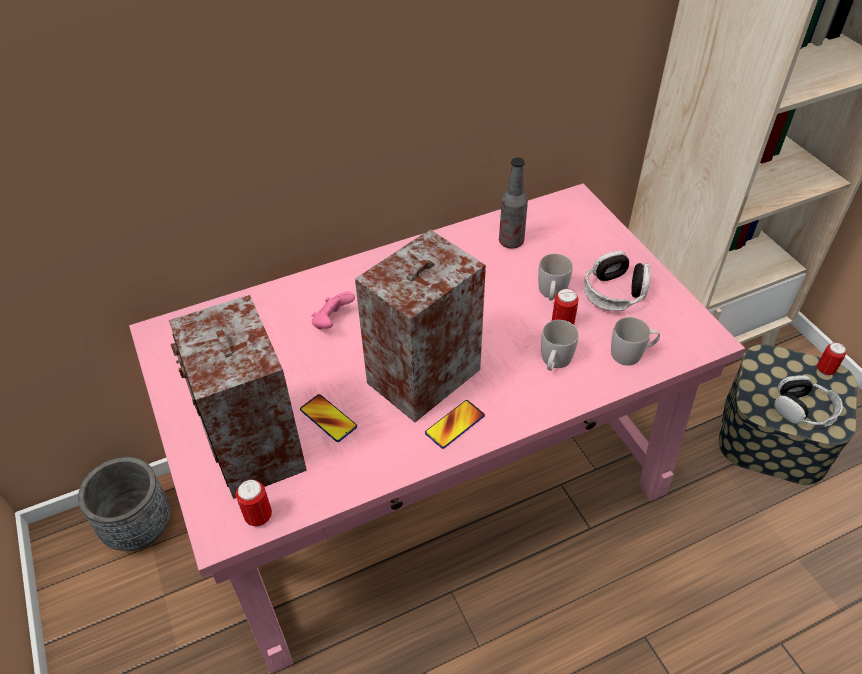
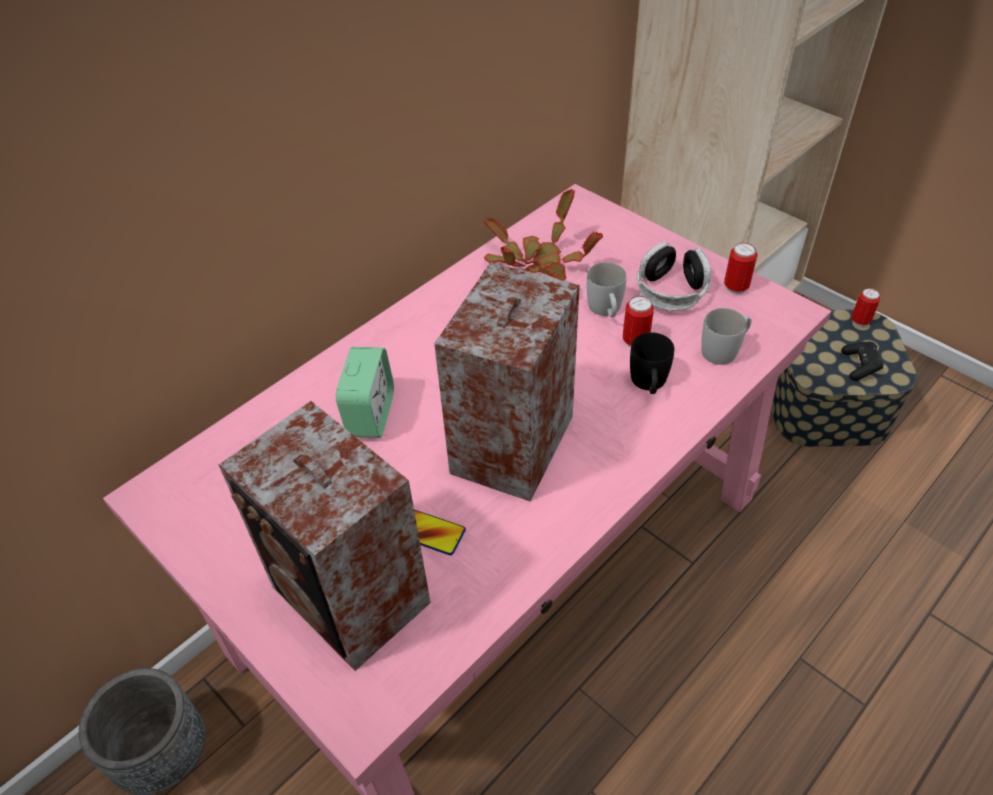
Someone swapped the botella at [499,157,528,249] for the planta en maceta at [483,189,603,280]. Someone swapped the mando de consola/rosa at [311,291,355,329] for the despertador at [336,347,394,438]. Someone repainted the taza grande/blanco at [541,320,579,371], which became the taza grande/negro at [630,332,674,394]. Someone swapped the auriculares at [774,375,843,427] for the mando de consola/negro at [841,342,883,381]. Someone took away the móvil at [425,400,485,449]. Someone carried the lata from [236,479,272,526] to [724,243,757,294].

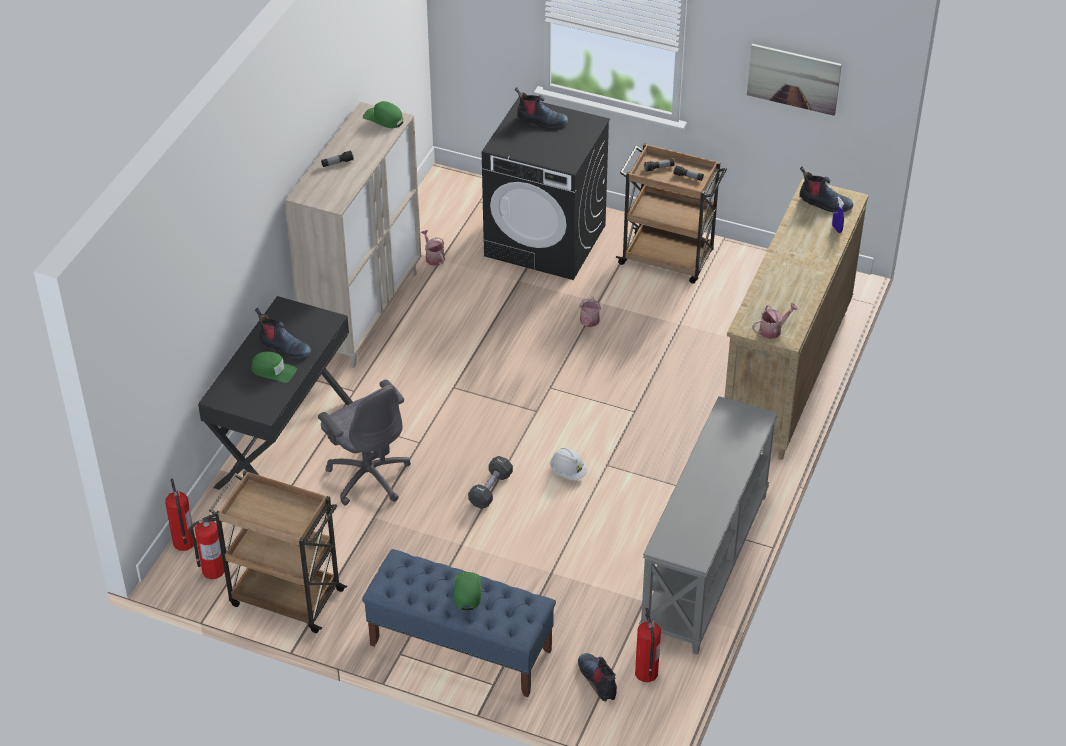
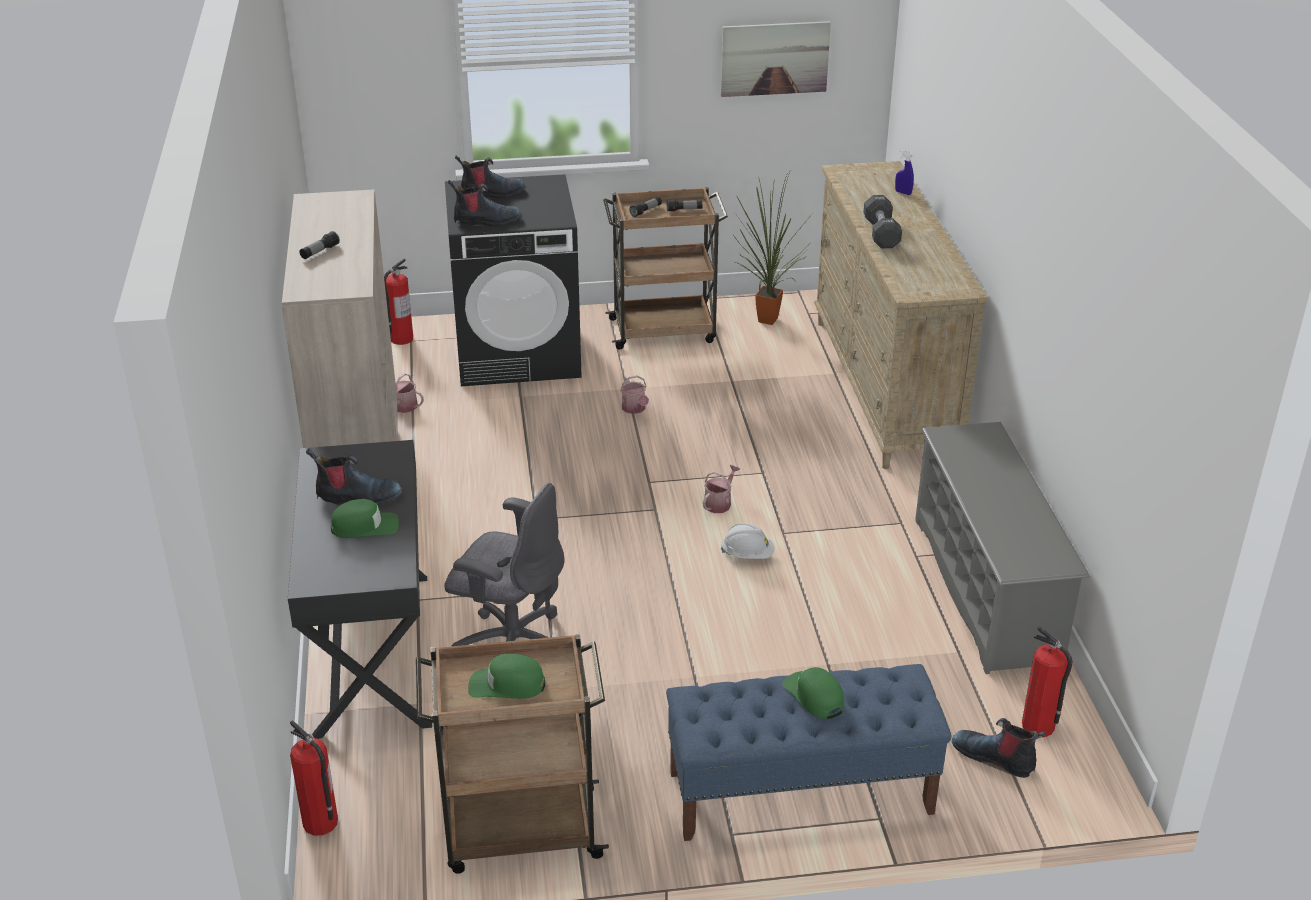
Someone carried the gorra/verde from [363,101,403,128] to [468,654,545,699]. Someone carried the bota from [799,166,853,212] to [448,180,521,227]. Someone carried the regadera from [752,303,799,339] to [703,464,740,513]. Someone swapped the mesa consola/gris at [639,396,778,655] for the zapatero/gris at [915,422,1090,674]. Someone carried the mancuerna/negro from [468,456,513,509] to [863,195,902,248]. Someone carried the extintor from [189,514,224,579] to [384,259,413,345]. Someone put down the planta en maceta at [734,169,812,325].

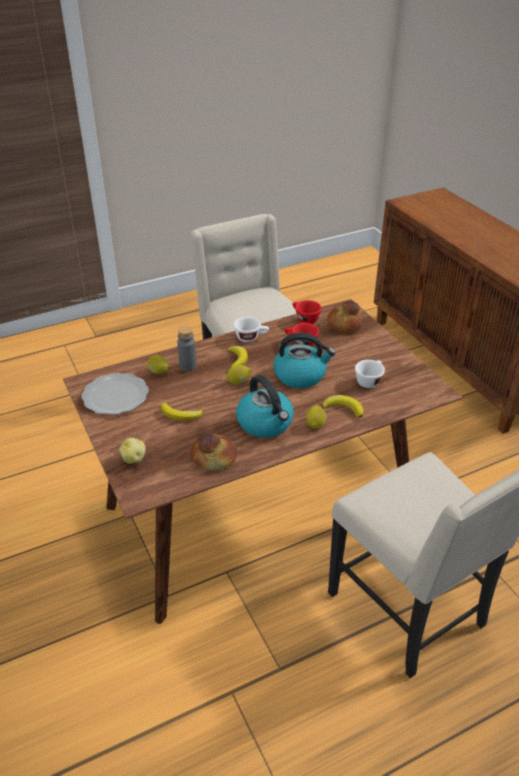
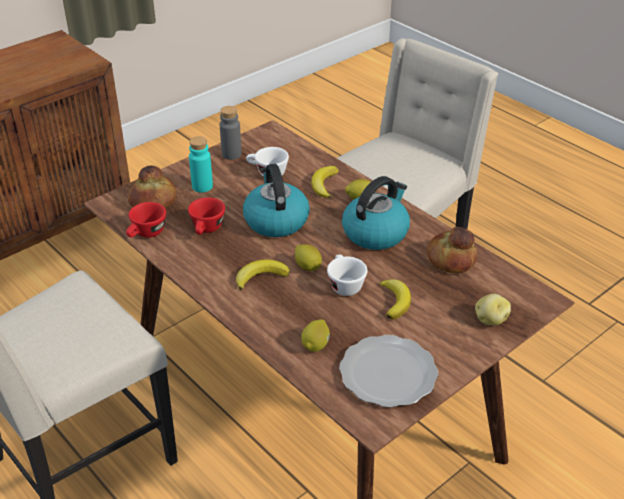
Someone carried the taza/blanco from [234,317,269,342] to [327,255,368,296]. Someone carried the botella/gris from [177,326,197,372] to [220,106,242,160]. Someone put down the botella/turquesa at [189,136,213,192].

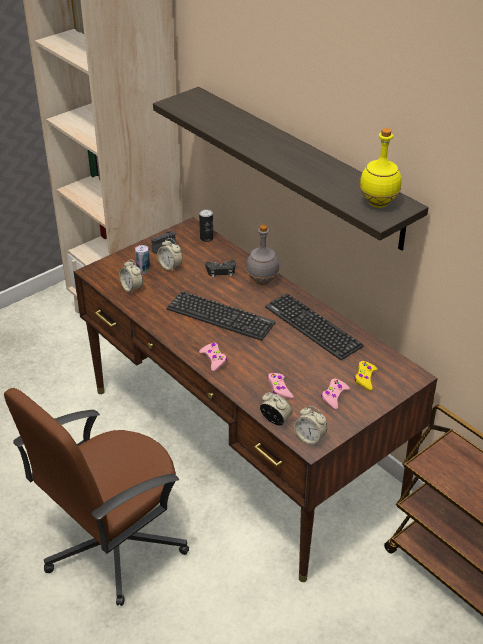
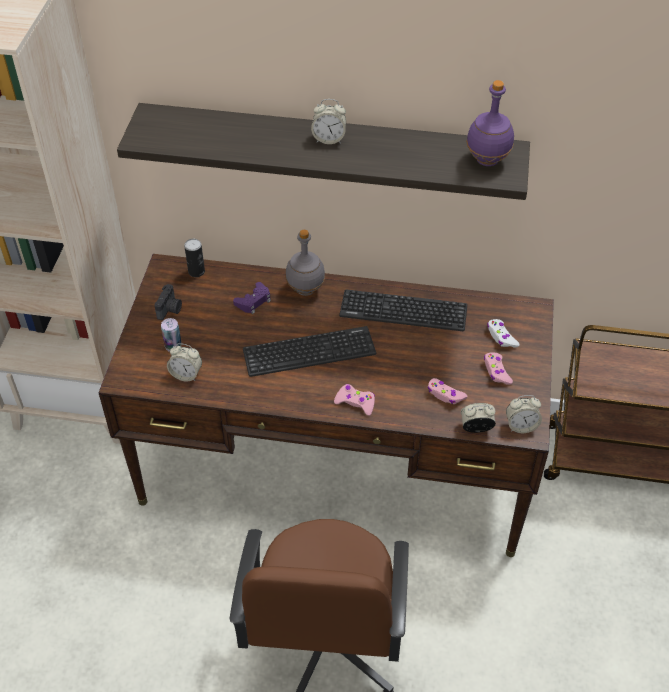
Someone repainted the botella/amarillo at [360,128,401,208], which became the botella/morado at [466,80,514,166]. Someone carried the despertador from [157,238,183,272] to [311,99,346,144]. Someone repainted the mando de consola/negro at [205,260,236,278], which became the mando de consola/morado at [233,282,271,314]. Someone repainted the mando de consola/amarillo at [354,361,377,391], which became the mando de consola/blanco at [487,319,520,348].

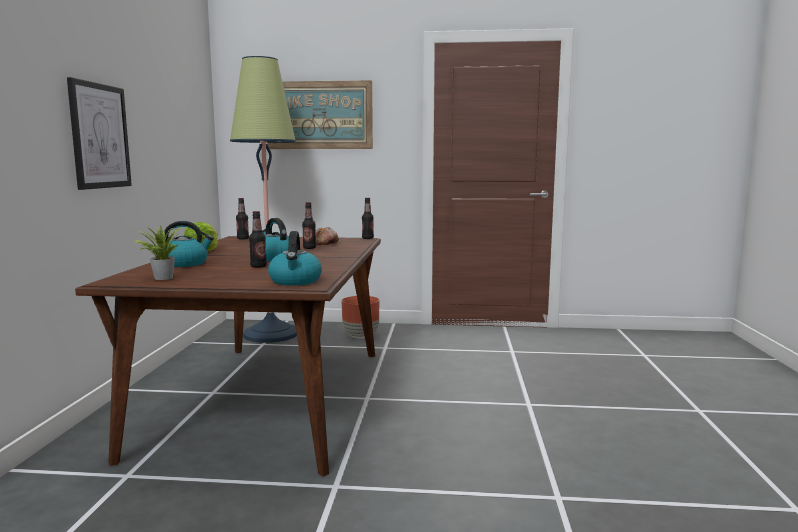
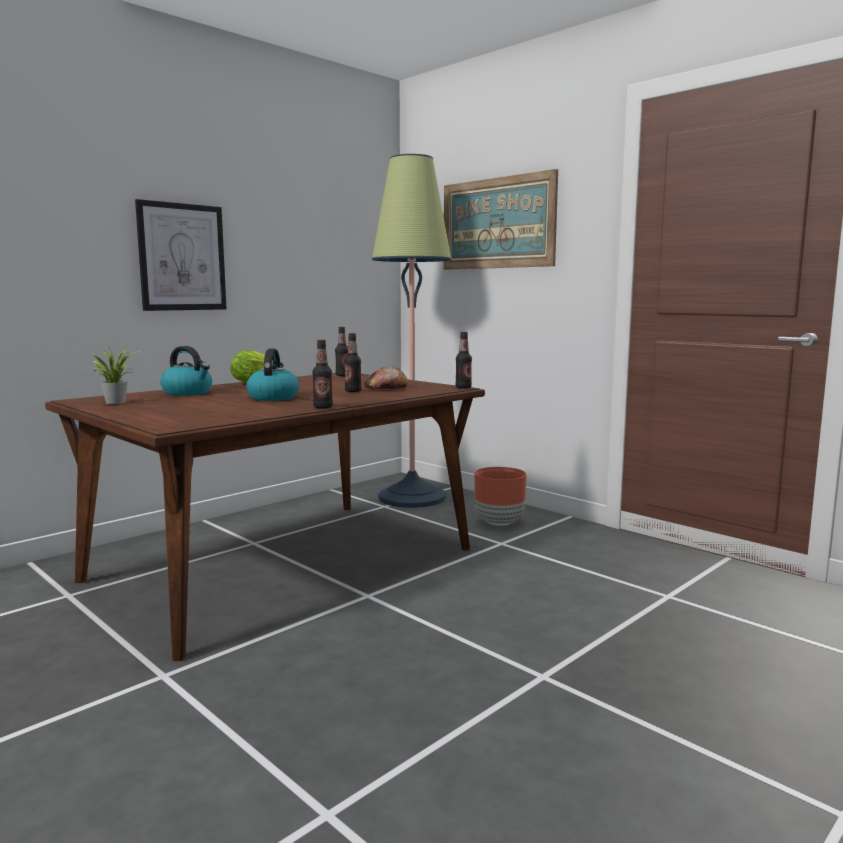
Someone carried the botella from [249,211,267,268] to [312,340,333,409]. Someone took away the hervidor at [268,231,322,286].

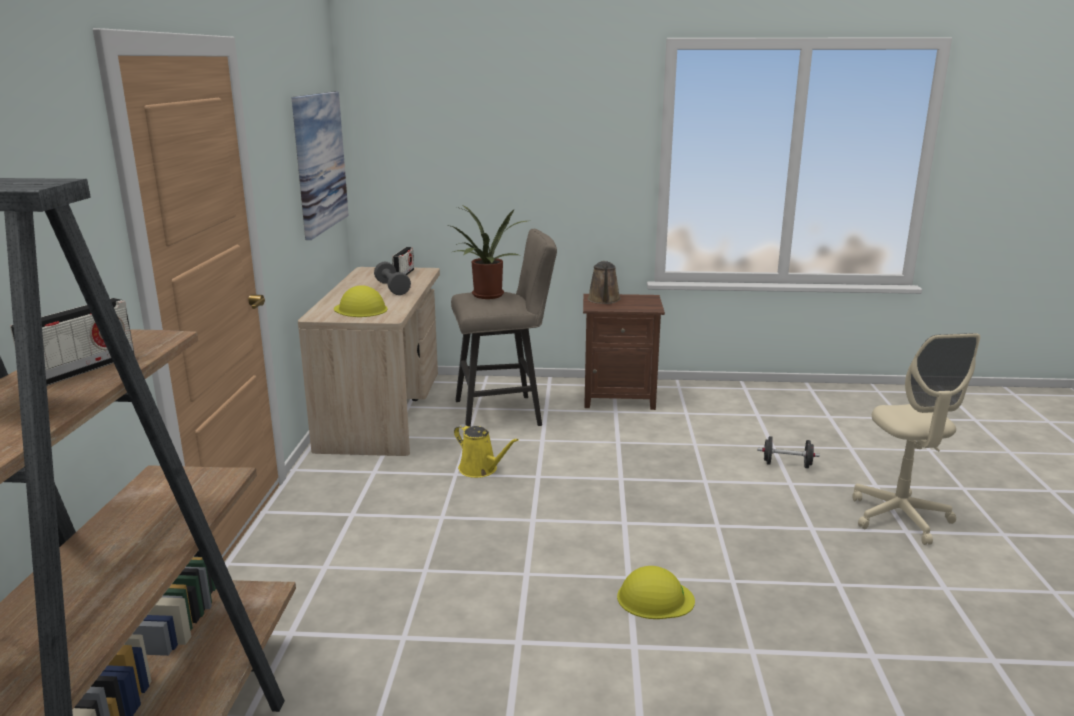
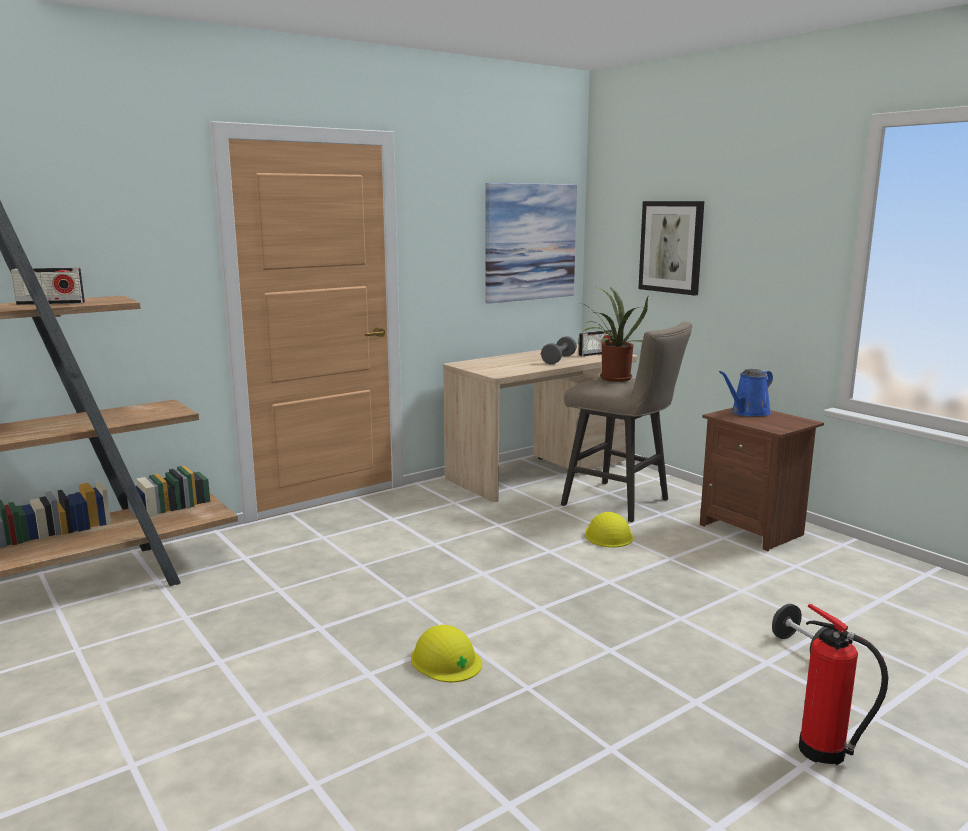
Someone repainted the regadera/marrón at [588,261,621,304], which became the regadera/azul at [719,369,773,417]. Someone carried the casco/amarillo from [334,285,387,317] to [585,512,633,547]. Someone swapped the silla de oficina/beis at [852,333,980,545] for the extintor at [799,604,888,765]. Someone took away the regadera/amarillo at [454,424,519,478]. Someone put up the cuadro at [638,201,704,296].

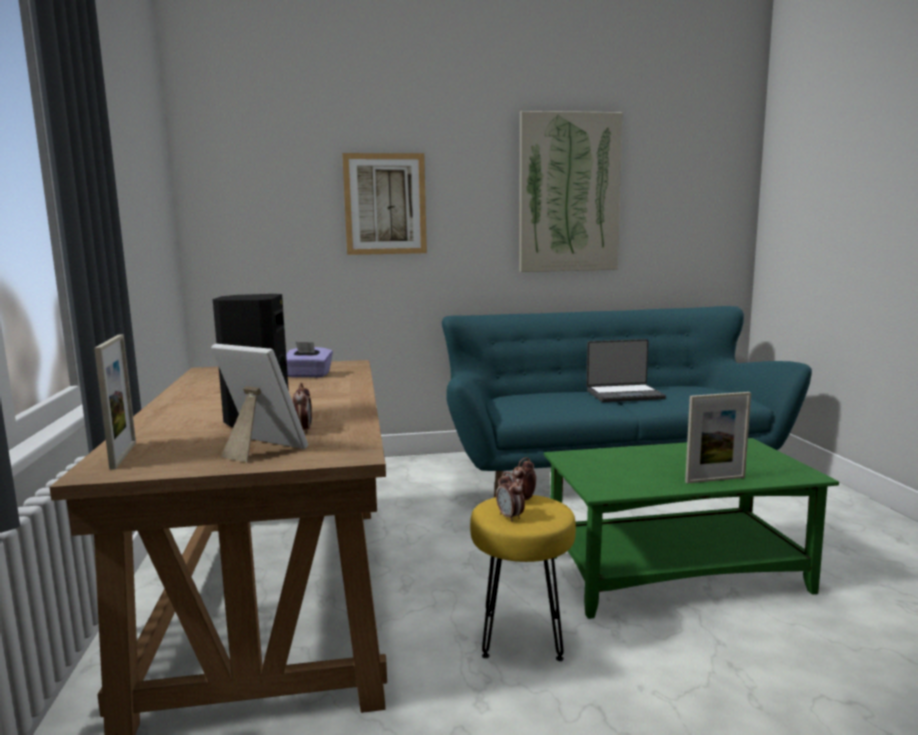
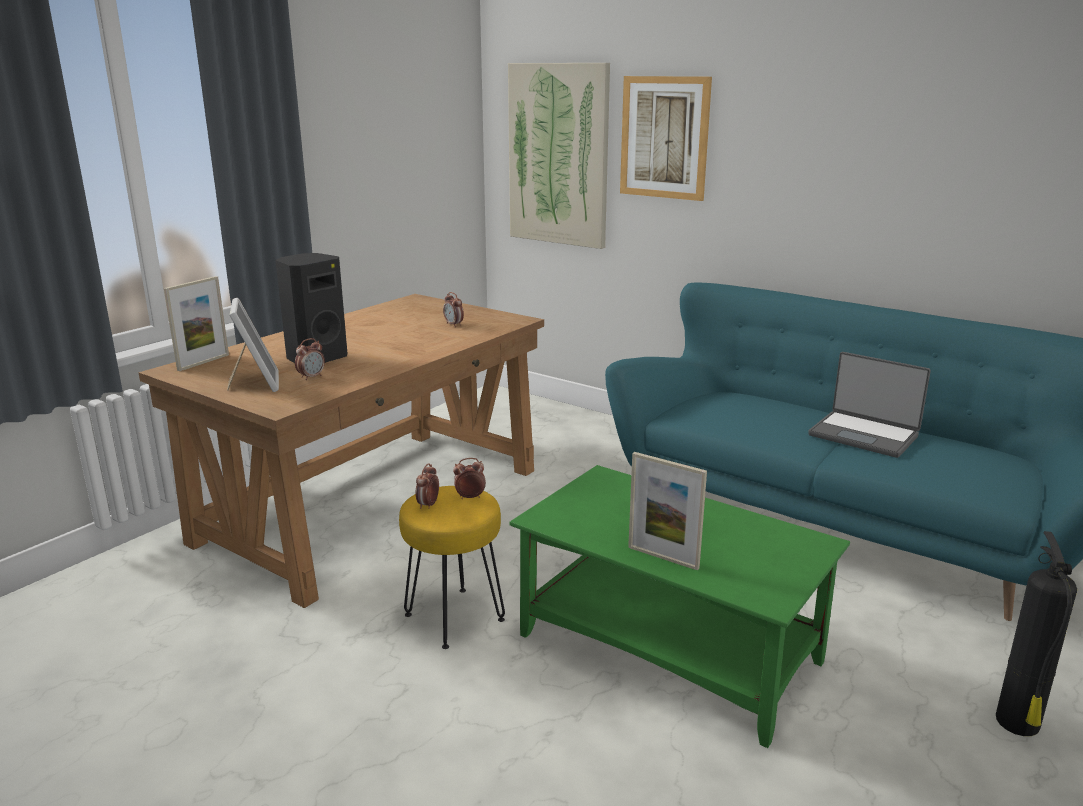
Someone carried the cuadro from [519,111,623,272] to [508,63,610,249]. Someone swapped the caja de pañuelos/morado at [286,342,333,378] for the despertador at [443,292,464,327]. Someone put down the extintor at [996,531,1077,736].

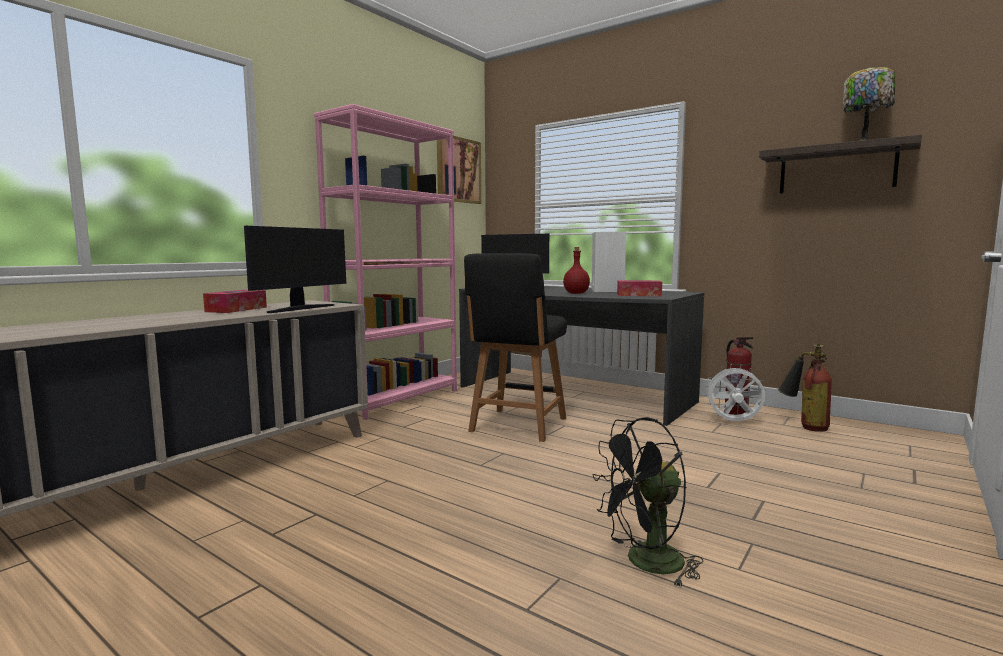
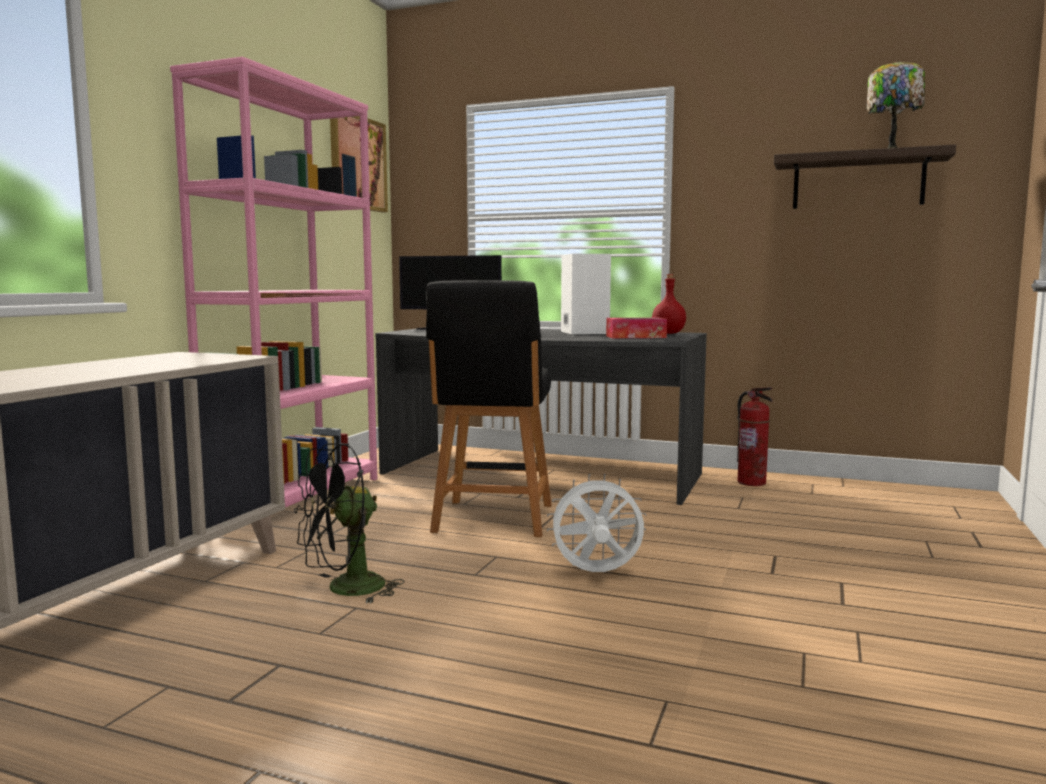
Someone took away the monitor at [244,226,346,313]. Someone carried the botella/rojo from [563,247,590,294] to [652,274,686,334]. Someone took away the caja de pañuelos at [203,290,267,313]. Someone took away the extintor at [778,344,832,432]. Someone carried the ventilador/blanco from [704,364,766,421] to [547,474,647,572]. Someone carried the ventilador/negro from [592,417,703,586] to [294,443,405,604].

